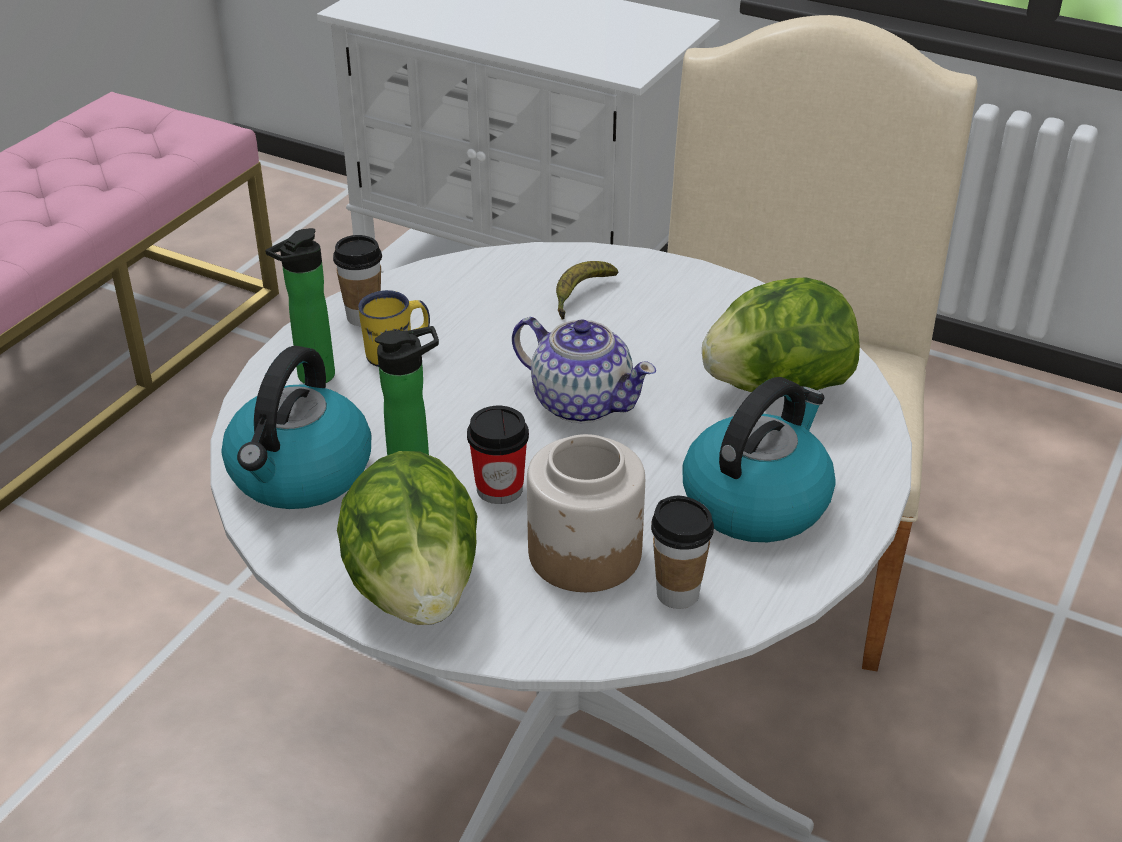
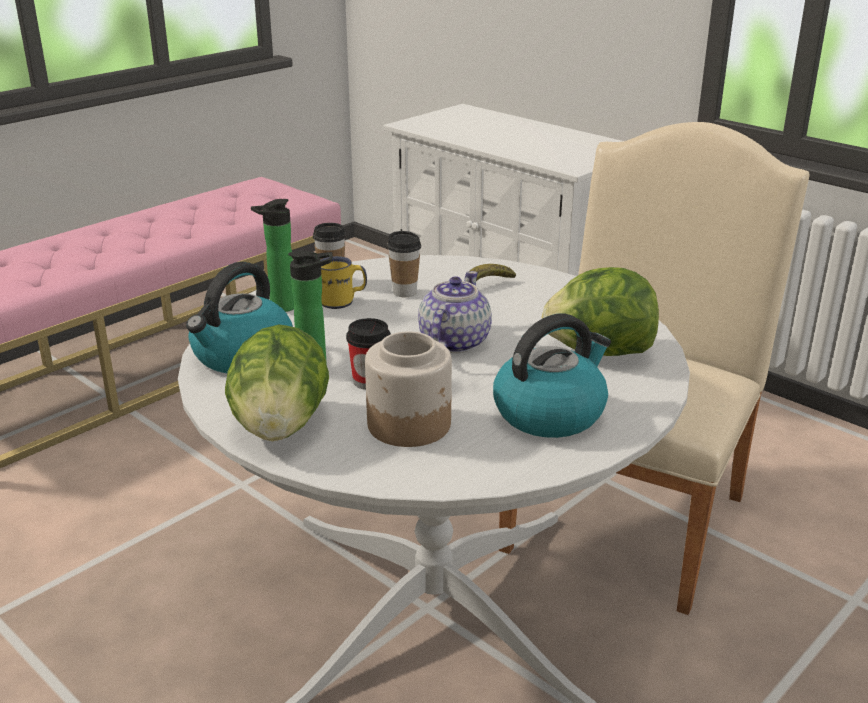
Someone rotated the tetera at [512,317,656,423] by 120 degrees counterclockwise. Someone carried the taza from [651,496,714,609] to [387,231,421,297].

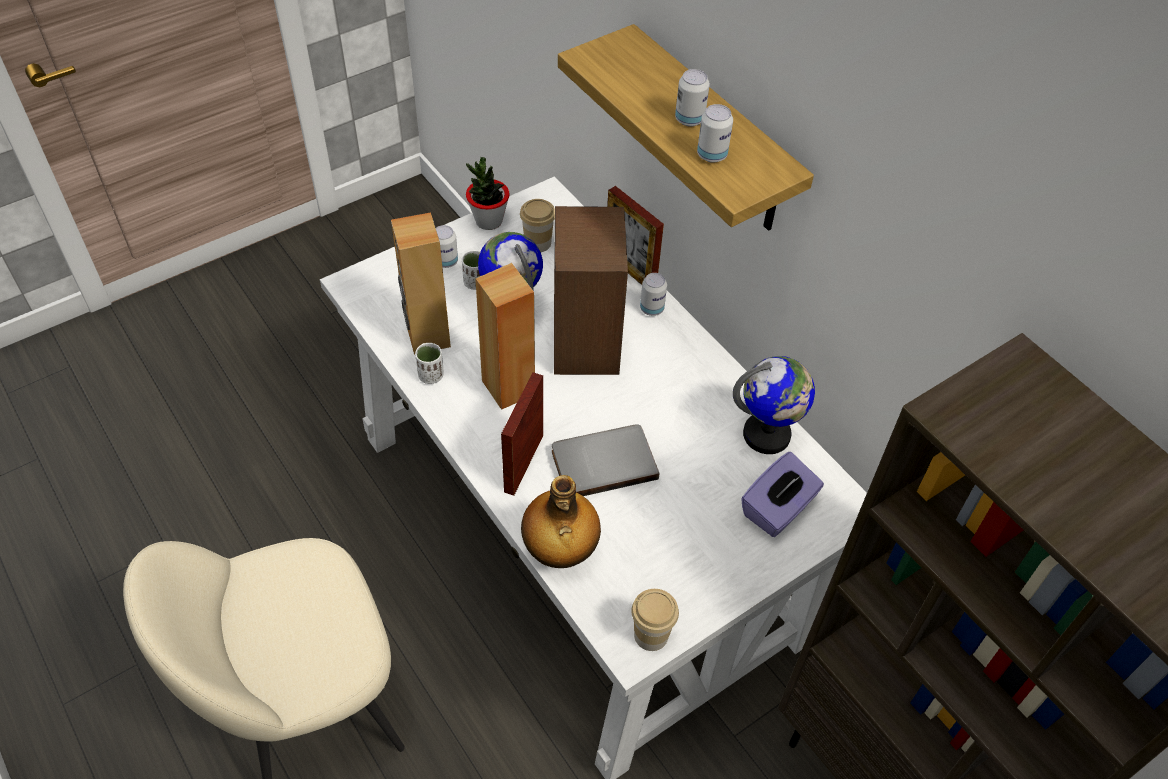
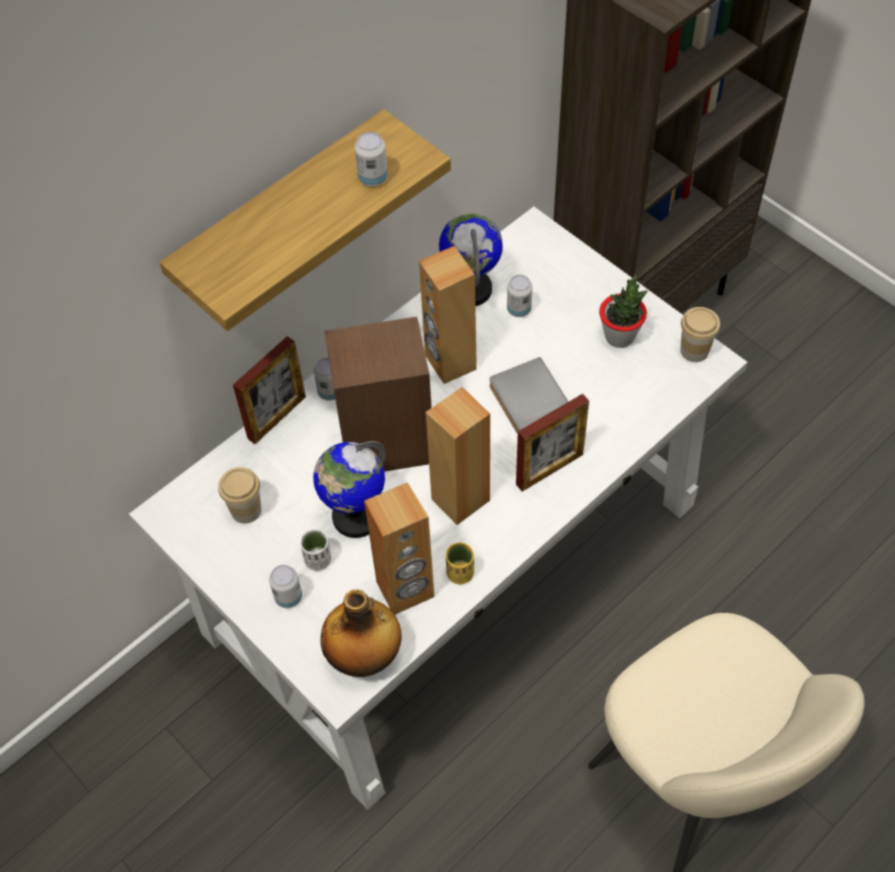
Someone carried the lata from [675,69,710,127] to [507,275,532,317]. Someone carried the planta en maceta from [466,157,510,230] to [599,275,648,348]. Someone repainted the taza/blanco at [415,343,444,384], which became the taza/amarillo at [446,542,474,584]. Someone rotated the portarretratos at [501,372,543,496] by 45 degrees counterclockwise. Someone took away the caja de pañuelos/morado at [741,452,824,537]. Someone carried the botella from [521,475,601,568] to [320,589,402,677]. Someone put down the altavoz/marrón at [419,246,477,384].

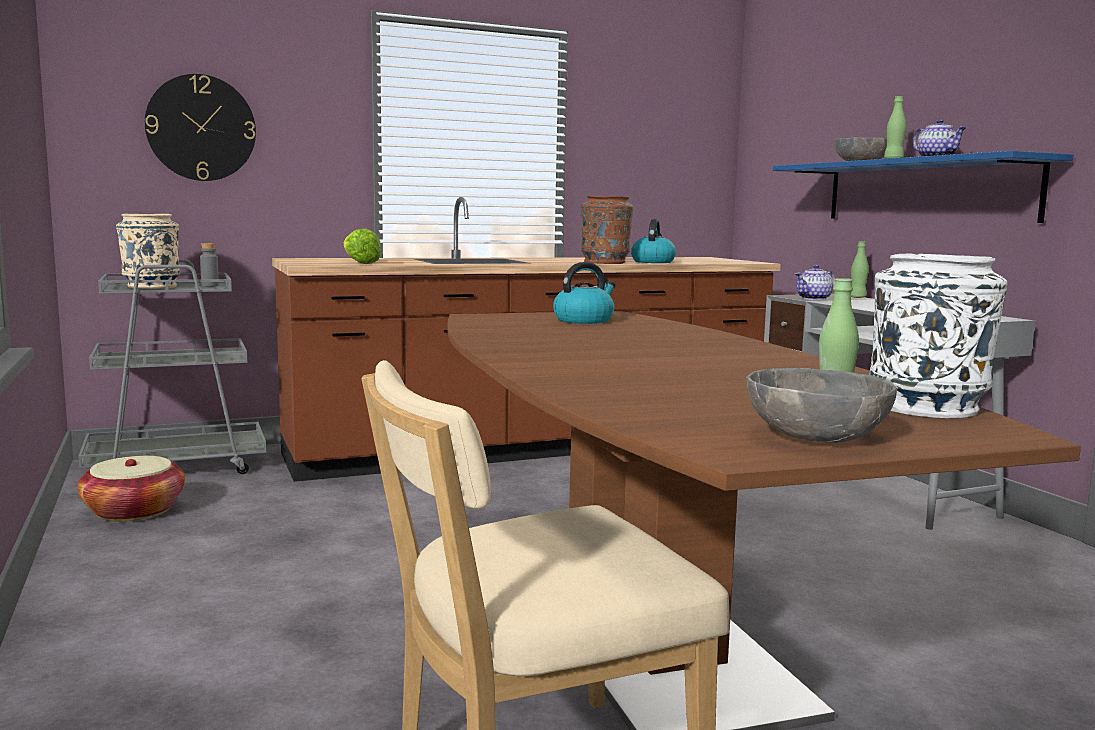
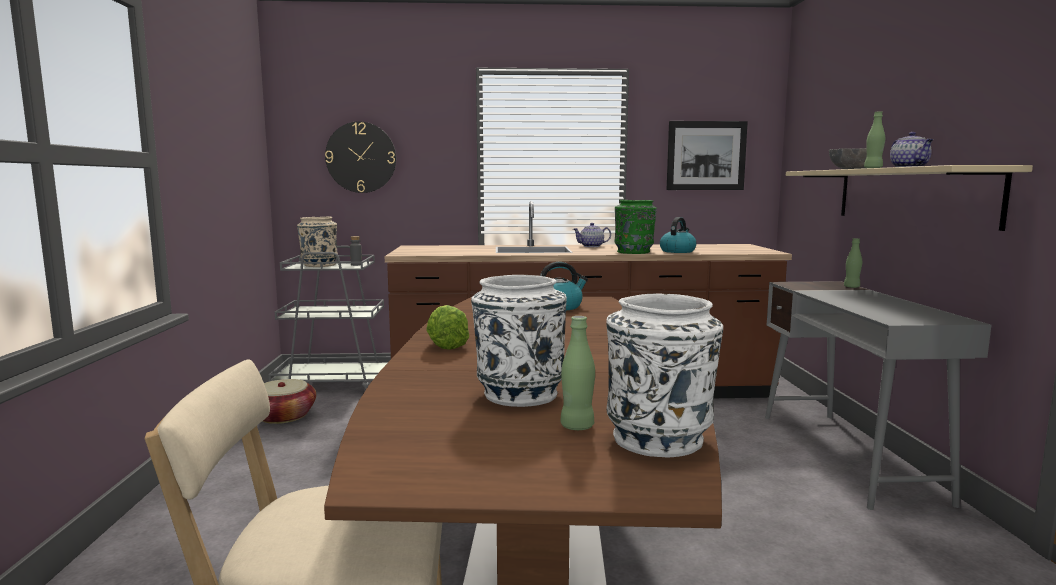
Someone repainted the estante/azul at [773,151,1074,223], which became the estante/beis at [786,165,1033,231]. Someone repainted the florero/marrón at [581,195,634,264], which became the florero/verde at [615,200,657,254]. Someone carried the lechuga from [344,229,381,264] to [426,305,469,350]. Someone carried the tetera from [795,265,835,300] to [573,223,611,247]. Someone took away the cuenco/gris at [746,368,897,443]. Someone put up the cuadro at [667,121,748,190]. Someone put down the florero/blanco at [471,275,567,407].

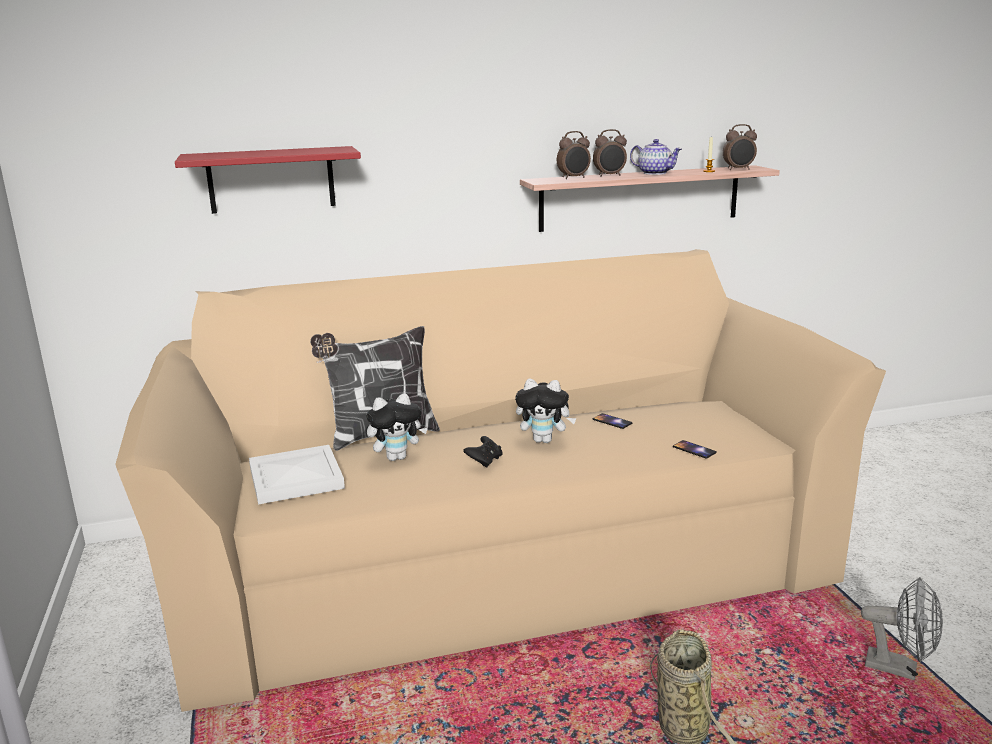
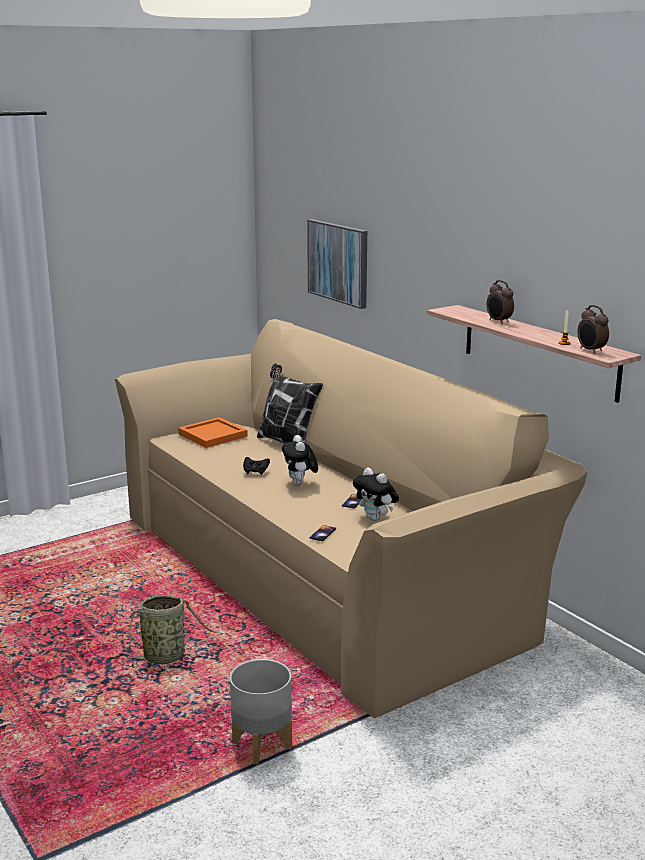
Someone took away the despertador at [557,131,591,179]. Someone took away the tetera at [630,139,682,175]. Someone swapped the estante/rojo at [175,146,361,214] for the cuadro at [307,219,367,309]. Someone carried the peluche from [366,393,428,461] to [353,468,399,521]. Someone repainted the bandeja/blanco at [249,445,345,504], which became the bandeja/naranja at [178,417,248,448]. Someone swapped the ventilador/gris at [861,577,943,680] for the maceta/gris at [230,659,292,765].

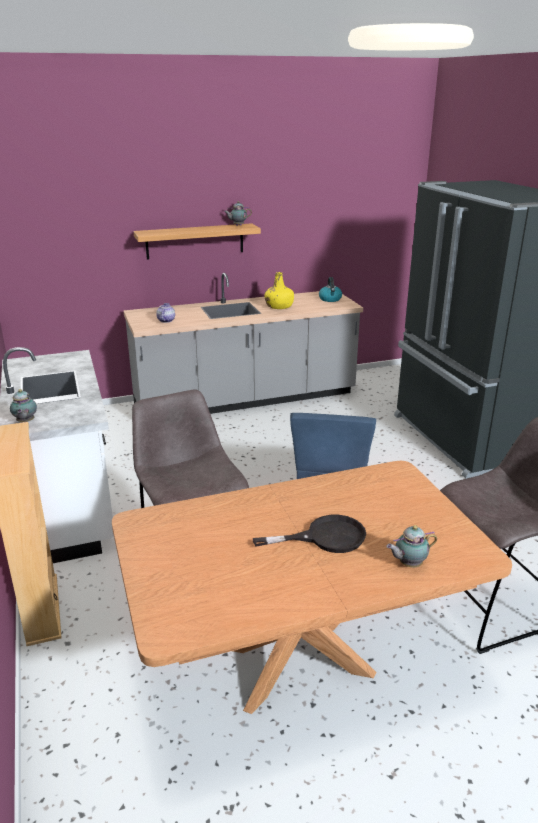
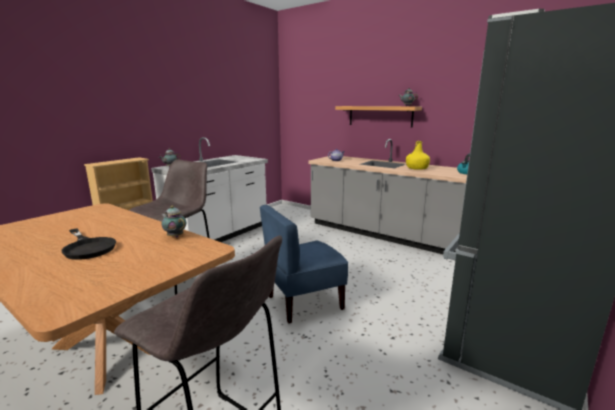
Someone carried the tetera from [386,525,437,567] to [161,206,186,237].

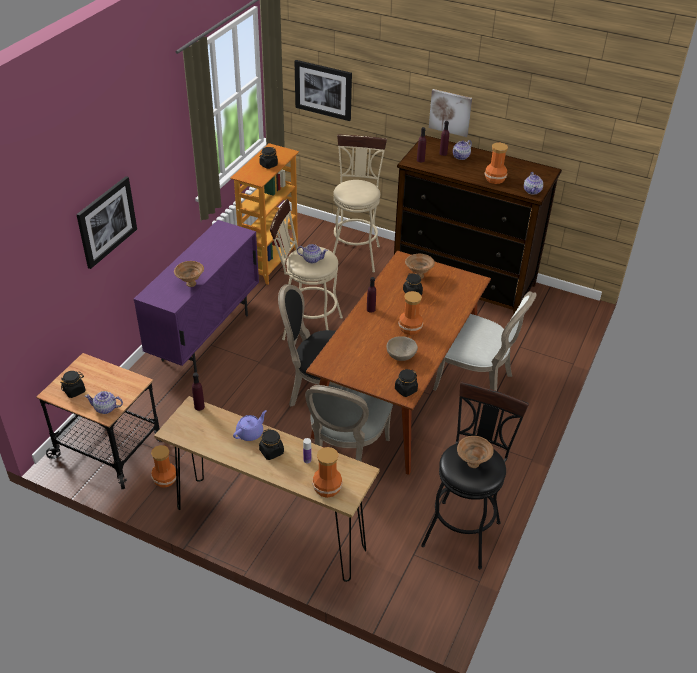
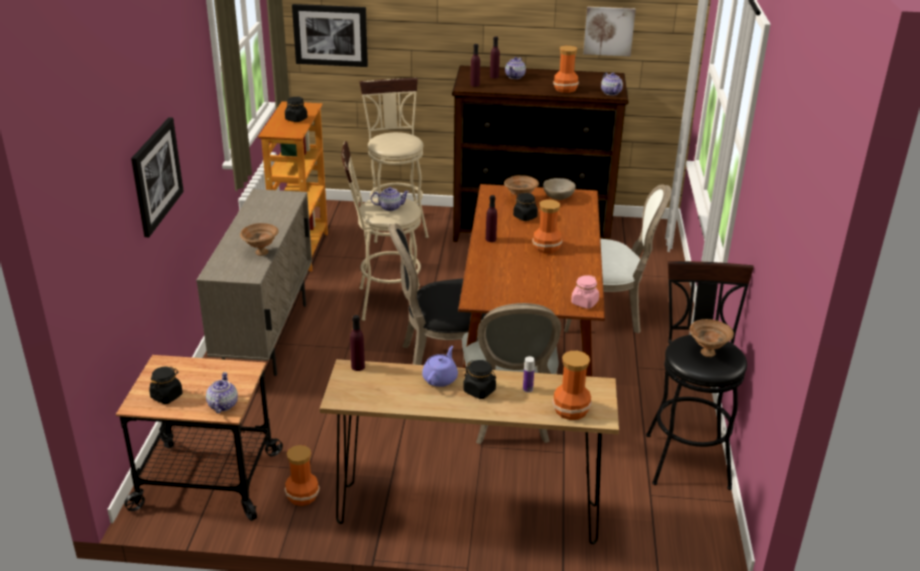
Someone carried the cuadro from [429,89,472,137] to [583,6,636,56]. Someone repainted the armario/morado at [134,220,259,373], which became the armario/beis at [196,189,312,376]. Someone carried the cuenco/beis from [387,336,418,361] to [543,178,576,200]. Someone repainted the tarro/negro at [395,369,418,397], which became the tarro/rosa at [571,275,599,309]. Someone rotated the tetera at [85,391,123,414] by 105 degrees clockwise.

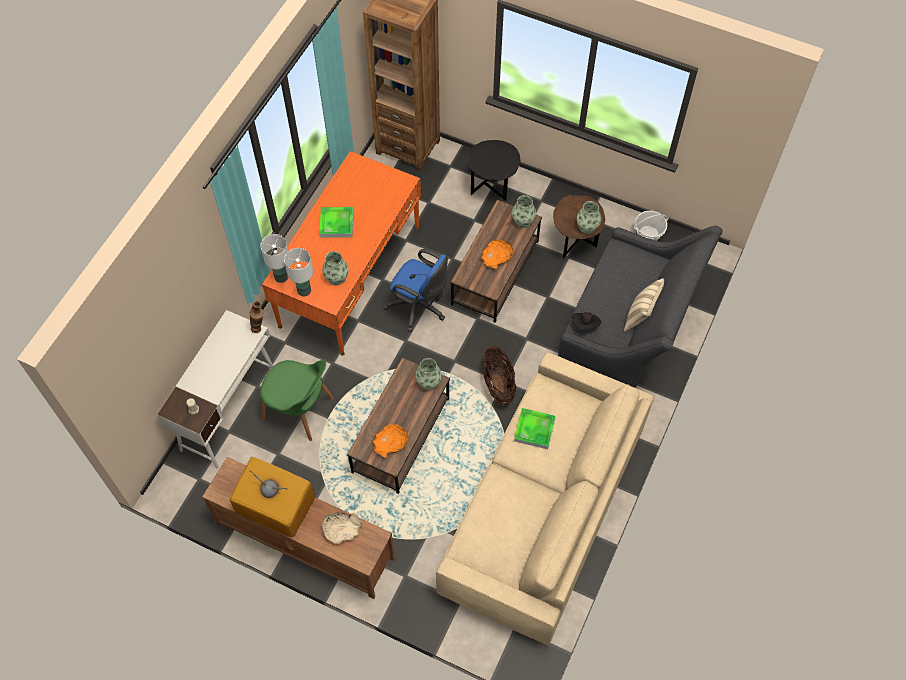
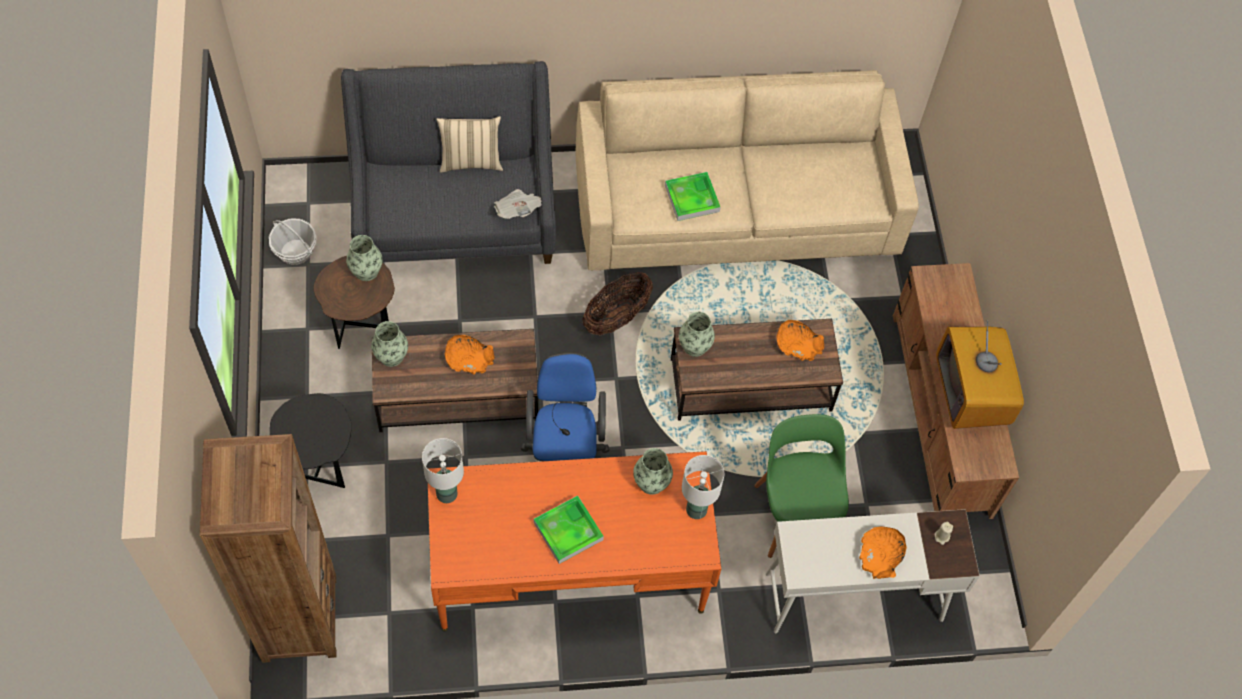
Someone carried the lámpara de mesa/blanco from [260,234,288,283] to [422,438,464,503]. Someone took away the florero at [249,300,264,333]. Someone swapped the sombrero/negro at [572,312,601,330] for the periódico at [494,189,542,219]. Someone took away the cuenco/beis at [322,512,362,544]. Someone put down the cuenco/naranja at [859,526,907,579].

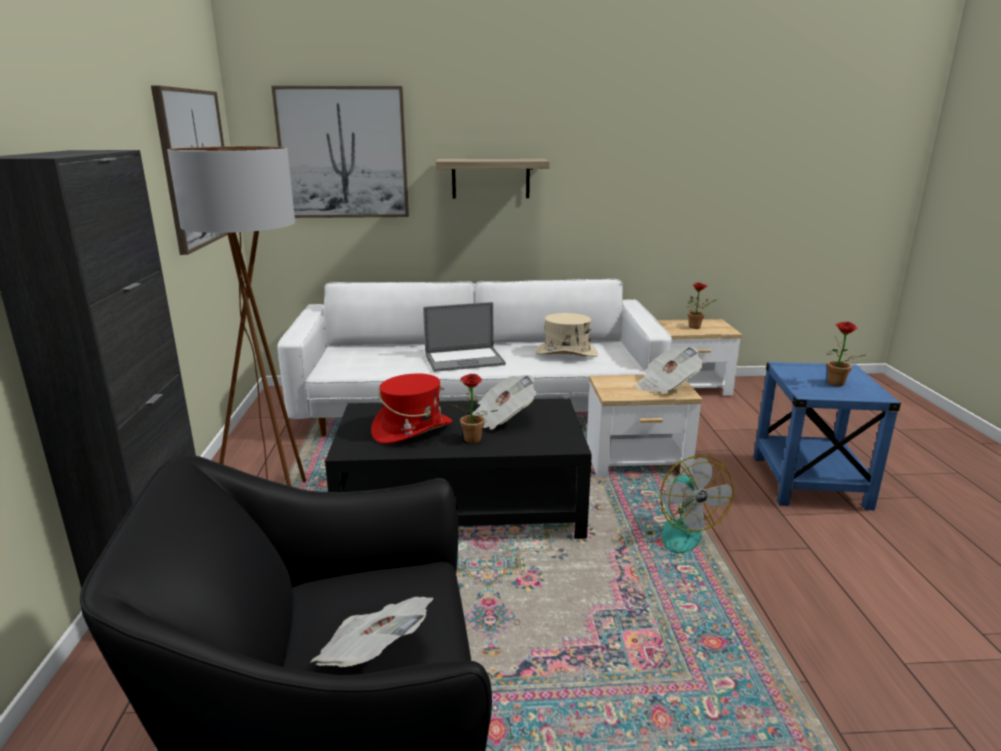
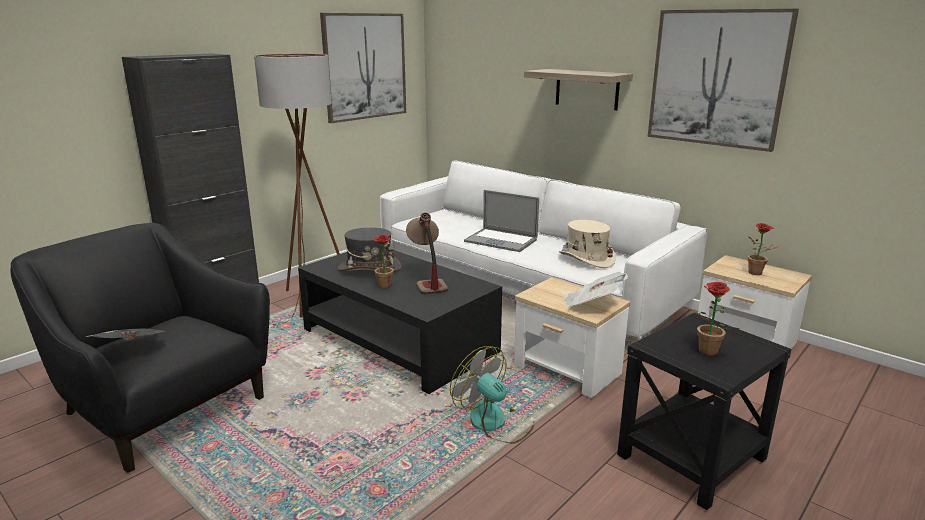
Someone carried the cuadro from [271,86,409,218] to [648,9,799,152]. Someone repainted the mesa auxiliar/azul at [753,362,901,510], which became the mesa auxiliar/negro at [617,313,791,510]. Someone repainted the sombrero/rojo at [371,373,453,444], which became the sombrero/gris at [338,227,401,272]. Someone swapped the periódico at [470,375,536,430] for the lámpara de mesa at [406,213,448,294]. Someone rotated the ventilador at [647,455,733,554] by 105 degrees clockwise.

